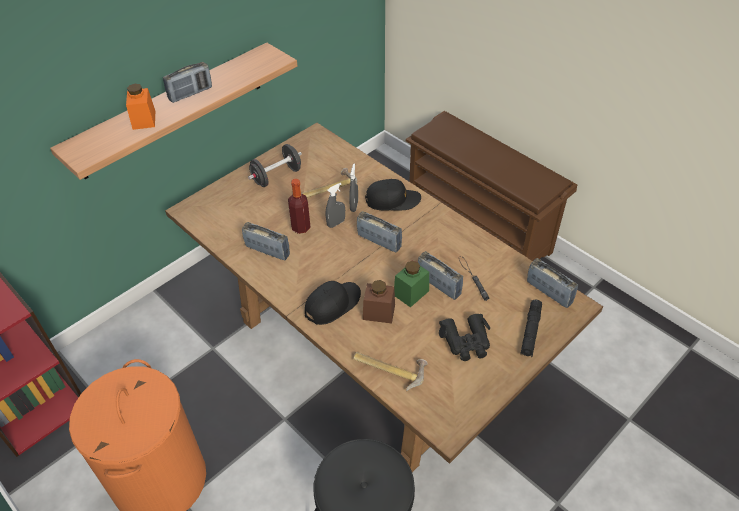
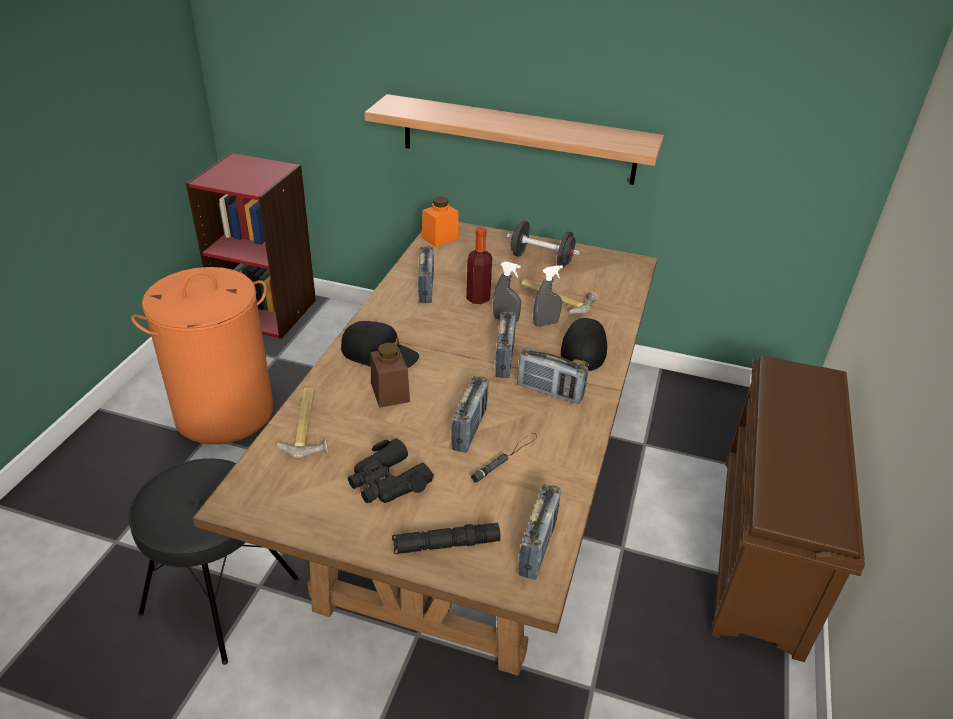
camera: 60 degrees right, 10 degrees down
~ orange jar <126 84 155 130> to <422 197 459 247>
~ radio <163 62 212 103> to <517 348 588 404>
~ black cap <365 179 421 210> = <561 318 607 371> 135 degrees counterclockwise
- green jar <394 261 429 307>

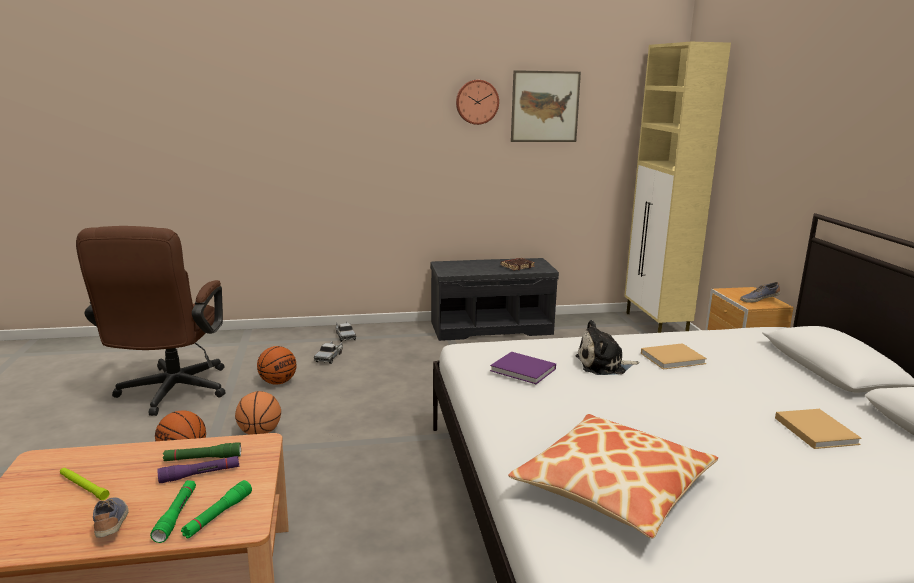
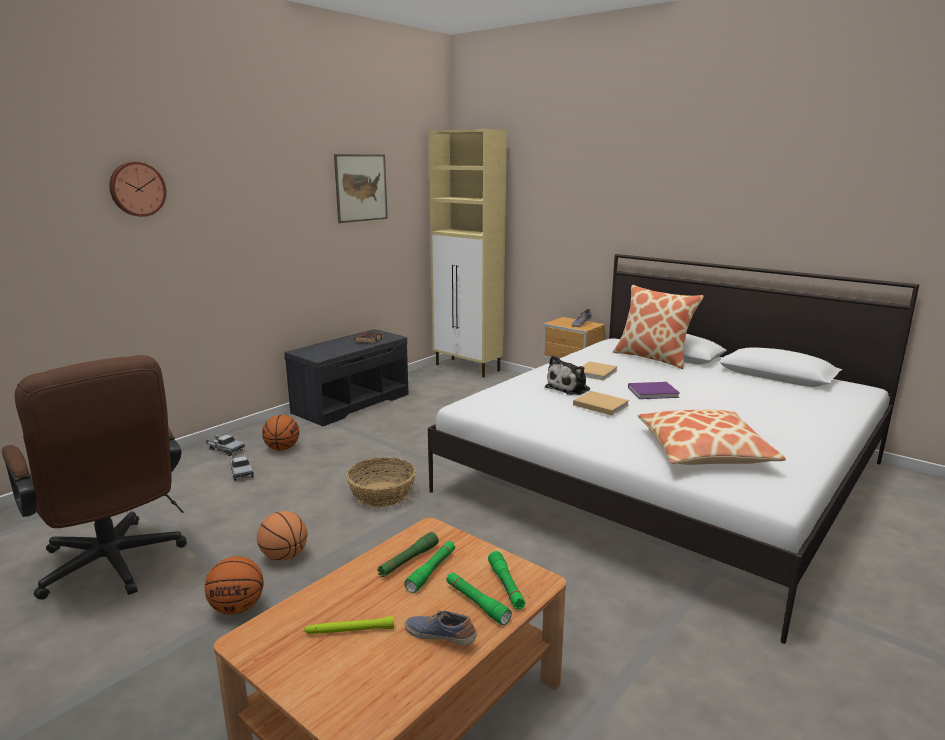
camera: 40 degrees left, 0 degrees up
~ purple flashlight <157 456 239 483> to green flashlight <404 541 455 593>
~ basketball <257 346 297 385> to <262 415 299 451>
~ wall clock <456 80 499 125> to <109 162 166 217>
~ purple book <490 352 556 384> to <628 382 680 399>
~ beige book <775 409 862 449> to <573 391 629 415>
+ basket <346 457 416 507>
+ pillow <613 285 704 369>

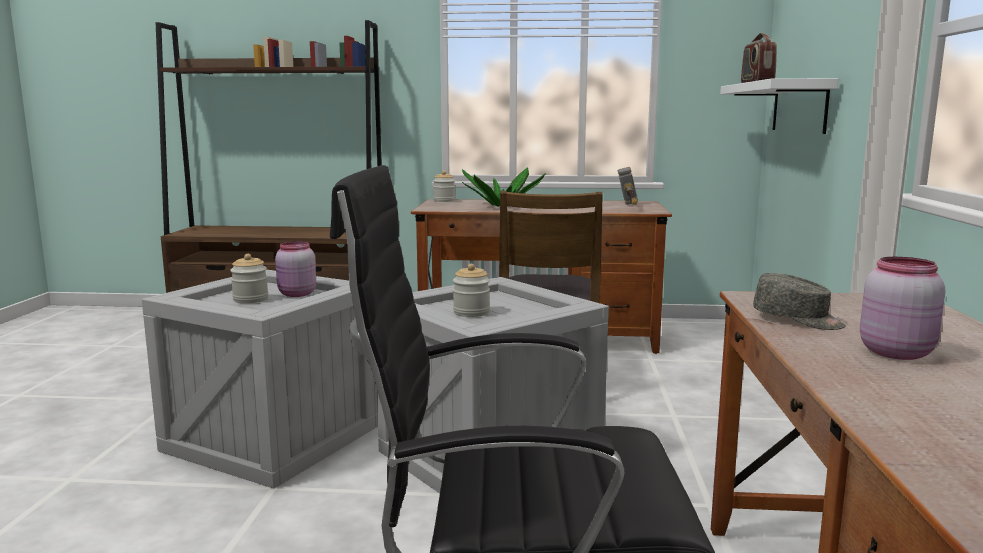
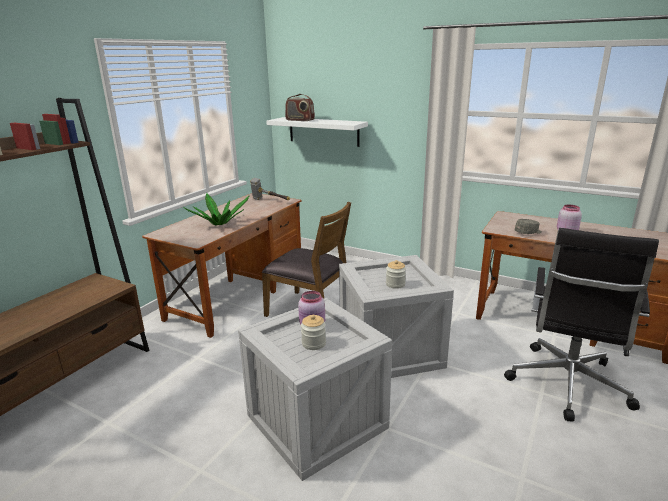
camera: 65 degrees left, 10 degrees up
- jar <433 171 455 202>

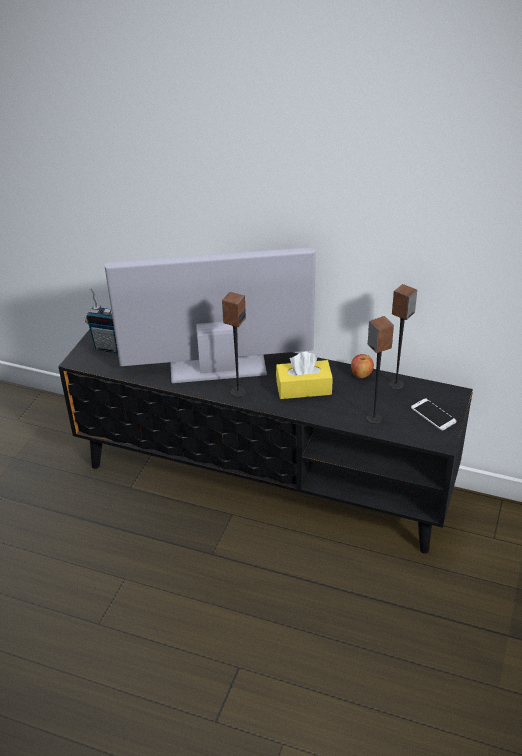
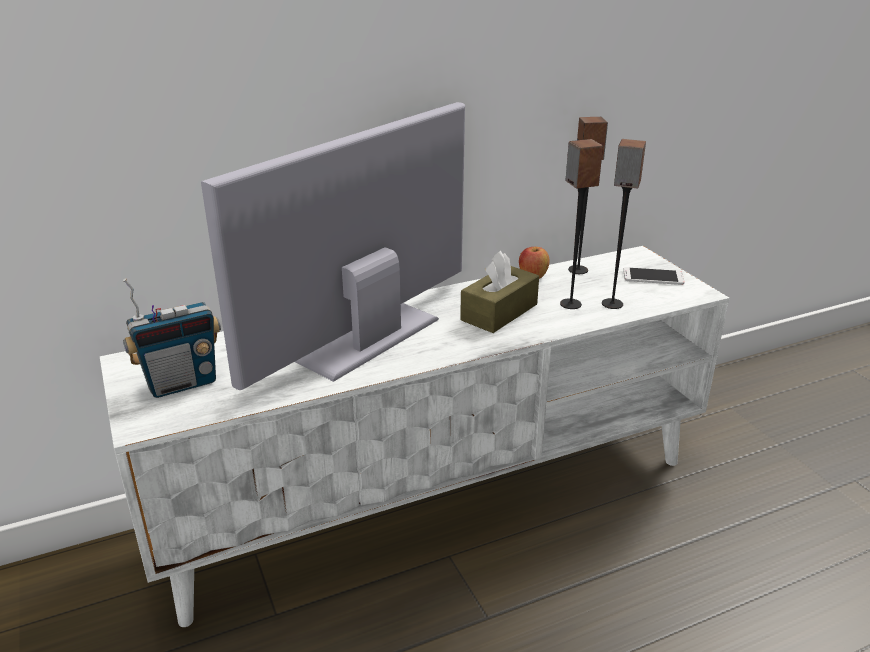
camera: 45 degrees left, 10 degrees down
~ black tv stand <58 329 473 554> to white tv stand <99 246 729 627>
~ speaker <222 292 246 397> to <560 139 603 309>
~ yellow tissue box <276 351 333 399> to brown tissue box <460 251 539 333>

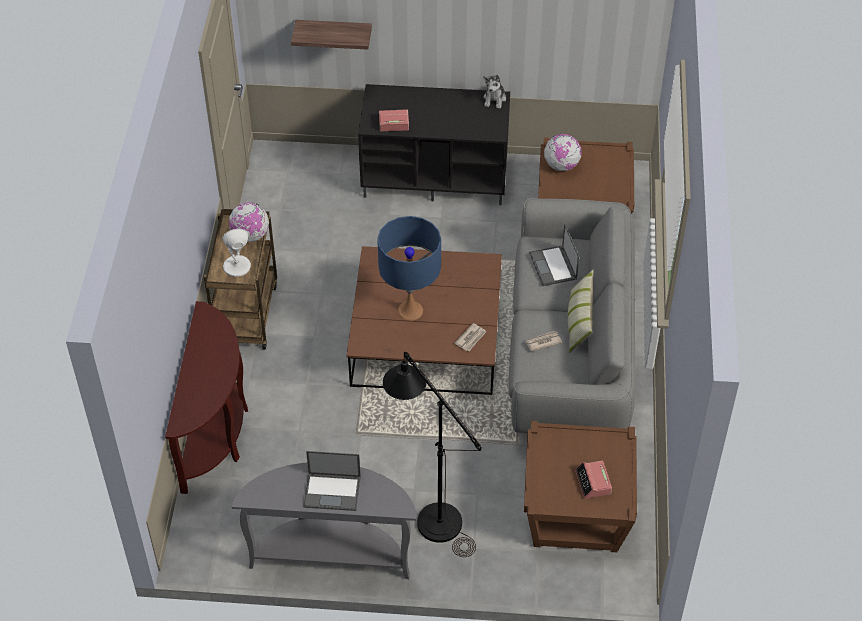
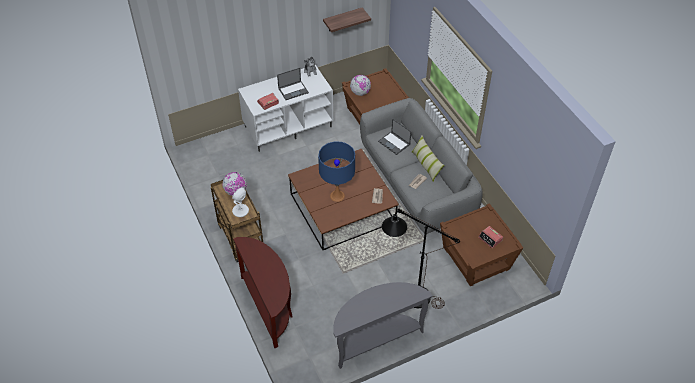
camera: 30 degrees left, 0 degrees up
~ shelf <291 20 372 50> to <323 7 371 32>
~ laptop <303 451 361 511> to <277 68 309 100>
~ black tv stand <358 84 510 205> to white tv stand <238 65 333 152>

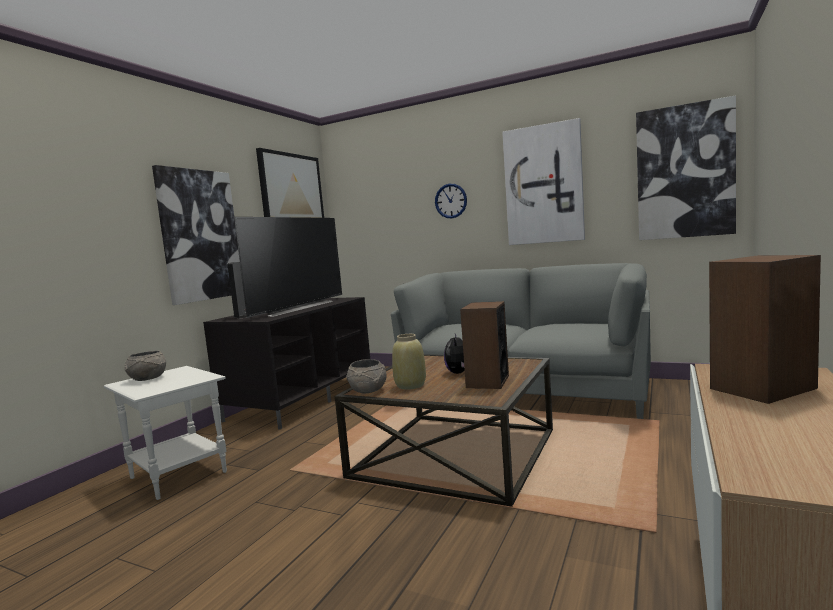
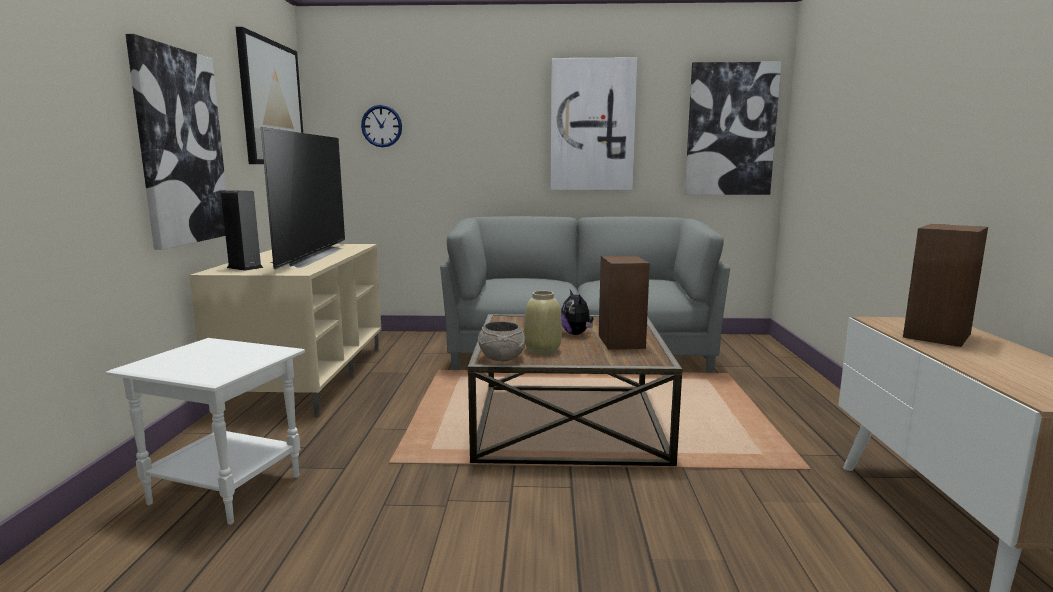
camera: 25 degrees left, 5 degrees up
- grey bowl <124 351 166 381>
~ black tv stand <203 297 370 429> to beige tv stand <189 244 381 417>
~ wall clock <435 184 467 218> to <361 105 402 147>

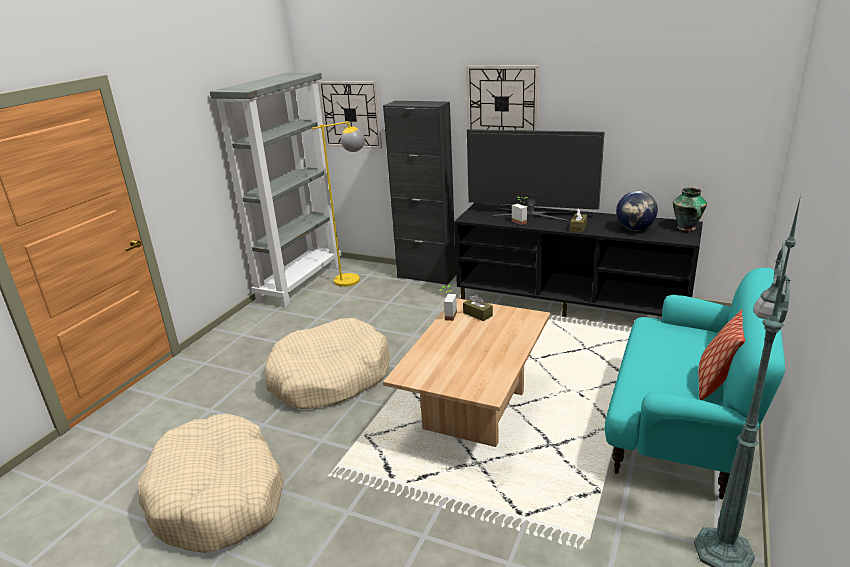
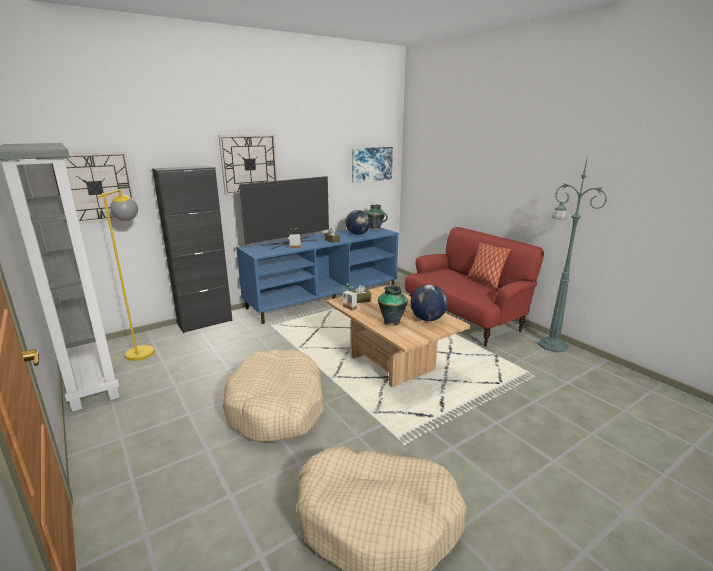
camera: 60 degrees left, 5 degrees down
~ black tv stand <454 203 703 317> to blue tv stand <236 227 399 324>
~ turquoise sofa <604 268 785 499> to red sofa <404 227 544 347>
+ picture <352 147 393 183>
+ vase <378 285 408 326>
+ globe <410 284 448 321>

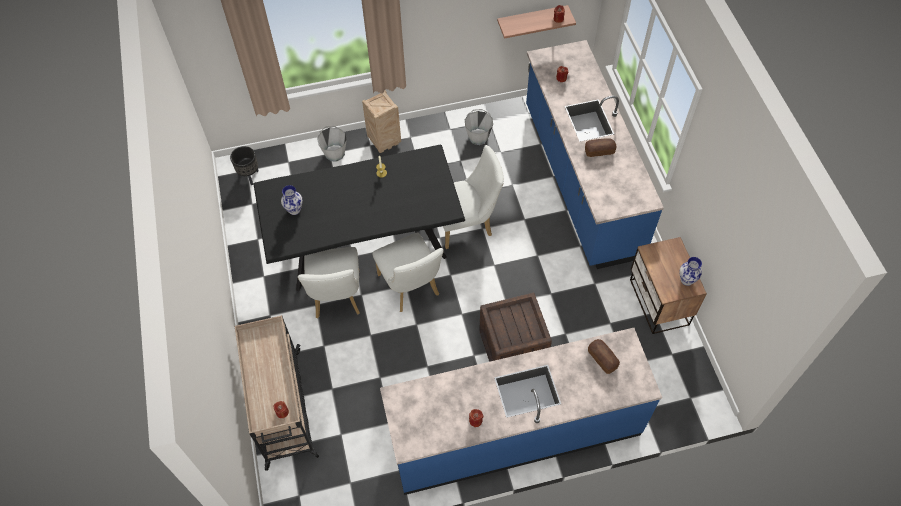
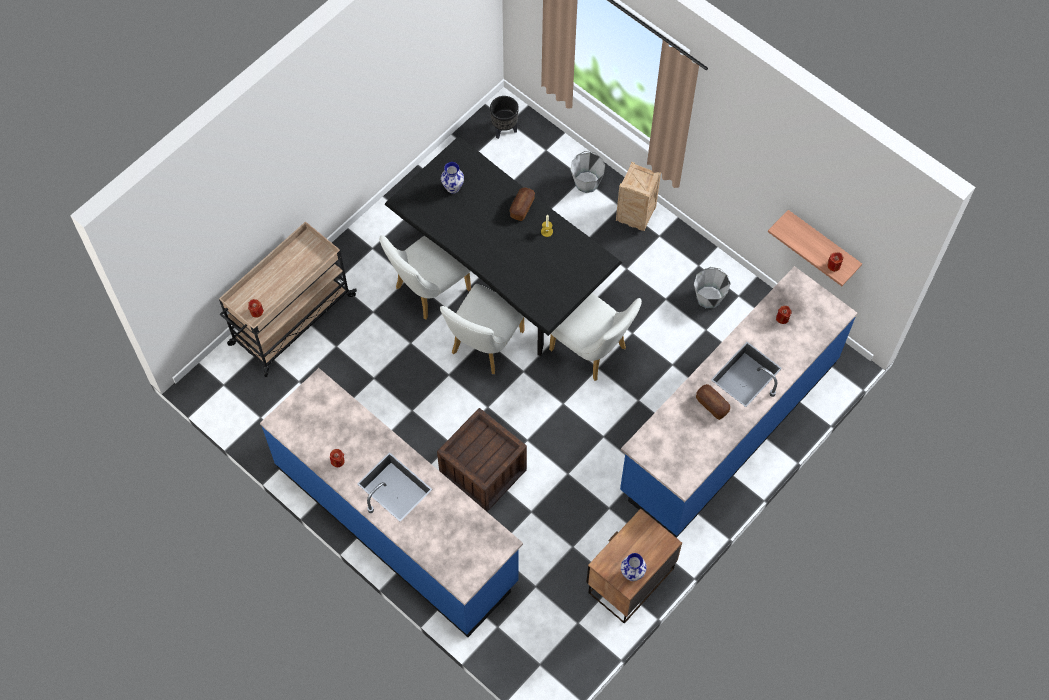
camera: 55 degrees right, 5 degrees up
~ bread <588 339 620 374> to <510 188 535 221>

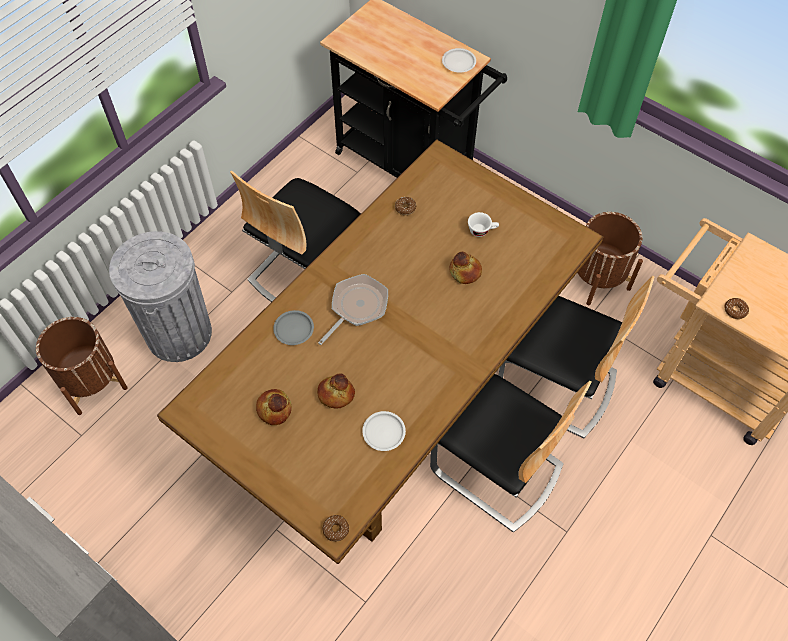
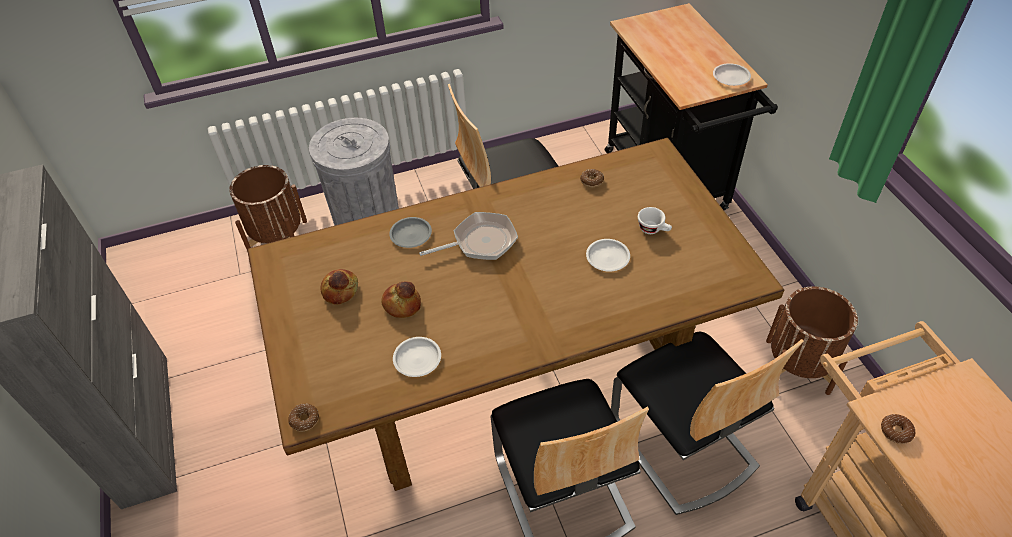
camera: 35 degrees right, 10 degrees down
~ bread <449 252 482 284> to white plate <586 239 630 272>

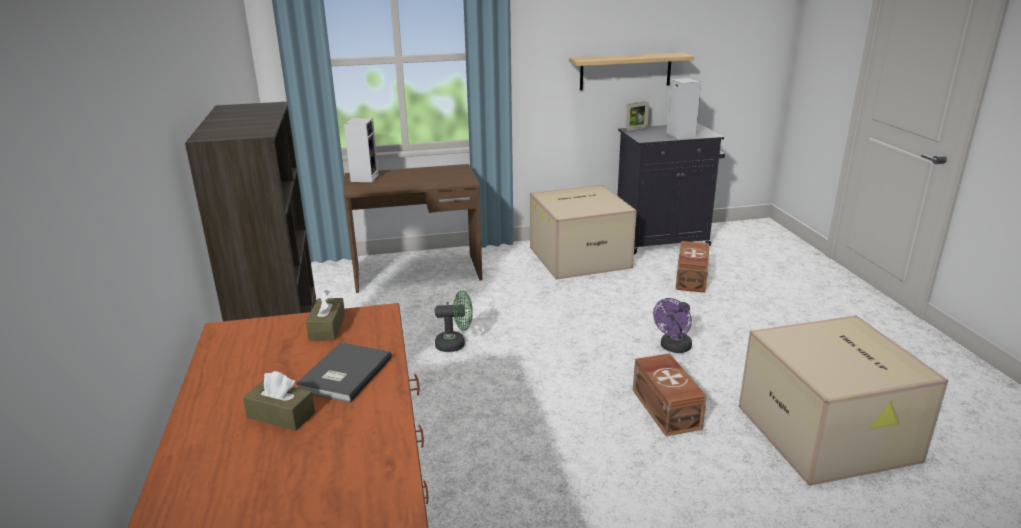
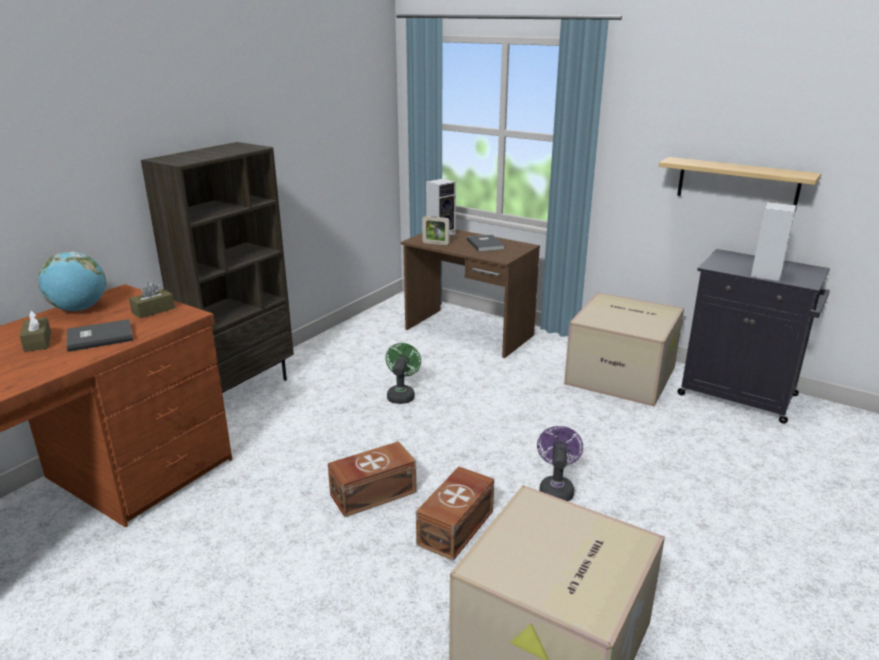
camera: 45 degrees right, 0 degrees up
~ green fan <435 291 473 352> = <385 343 421 404> 120 degrees counterclockwise
~ picture frame <625 101 649 131> to <422 216 450 245>
~ purple fan <653 298 692 353> = <537 426 583 501> 105 degrees clockwise
~ brown storage box <675 241 710 293> to <328 441 416 517>
+ globe <38 252 106 311>
+ grey book <467 235 505 252>

